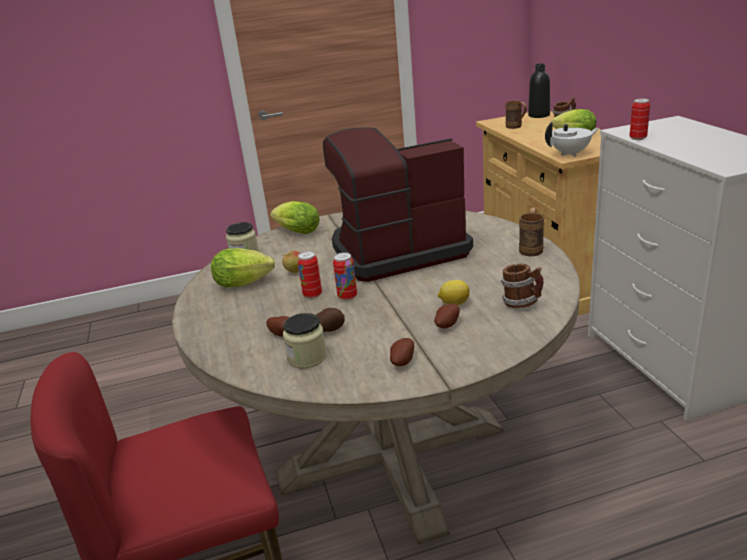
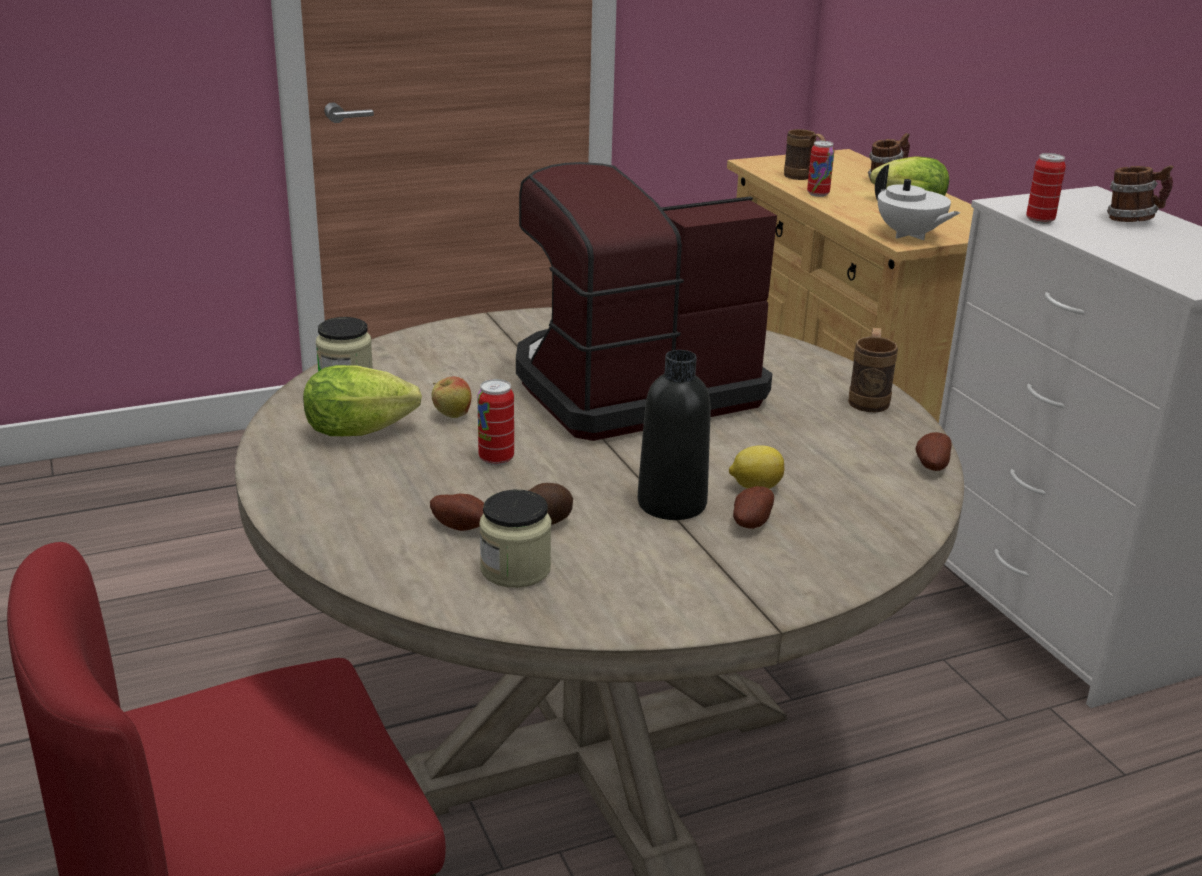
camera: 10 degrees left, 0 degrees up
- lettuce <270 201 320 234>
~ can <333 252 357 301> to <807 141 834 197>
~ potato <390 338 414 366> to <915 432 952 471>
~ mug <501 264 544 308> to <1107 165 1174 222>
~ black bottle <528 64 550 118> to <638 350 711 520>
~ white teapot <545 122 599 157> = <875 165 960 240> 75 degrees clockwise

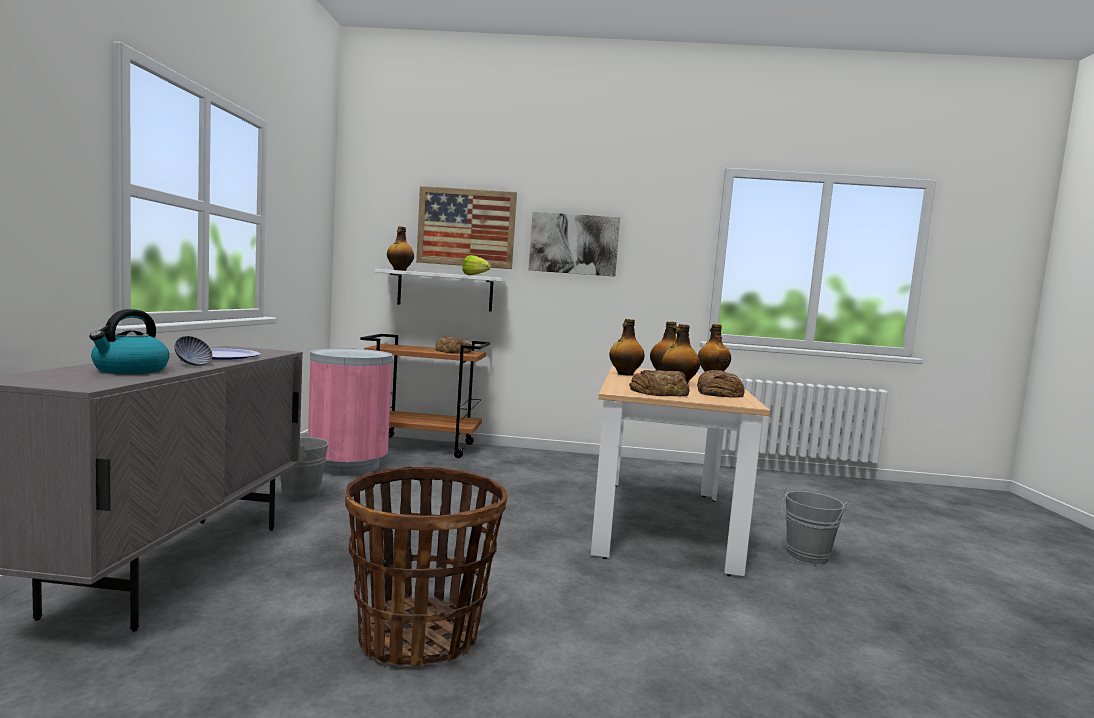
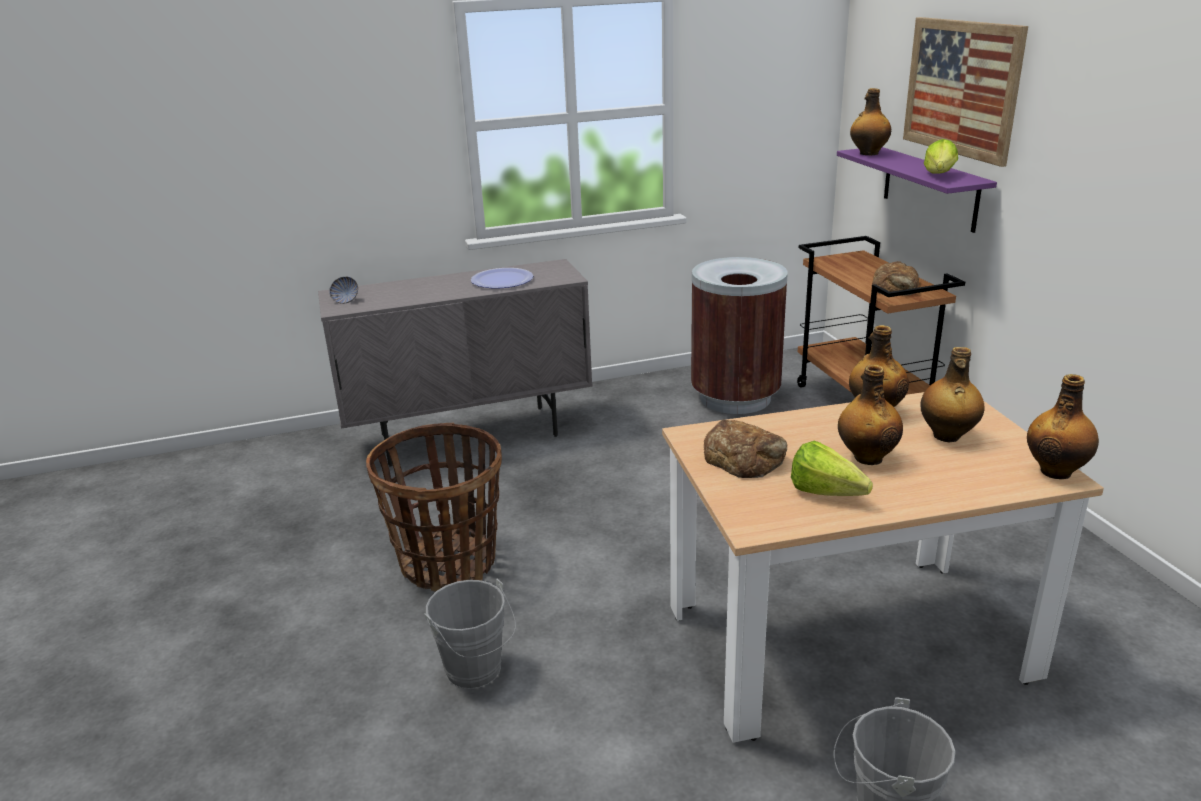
camera: 70 degrees right, 20 degrees up
- kettle <89 309 170 374>
~ bowl <174 336 213 366> to <329 276 358 304>
~ grey bucket <280 432 337 501> to <424 579 516 689>
~ pink trash can <308 348 392 475> to brown trash can <691 257 788 414>
~ white shelf <375 269 506 312> to purple shelf <837 147 997 233>
- picture <529 212 620 277>
~ bread <697 370 745 398> to lettuce <791 441 873 496>

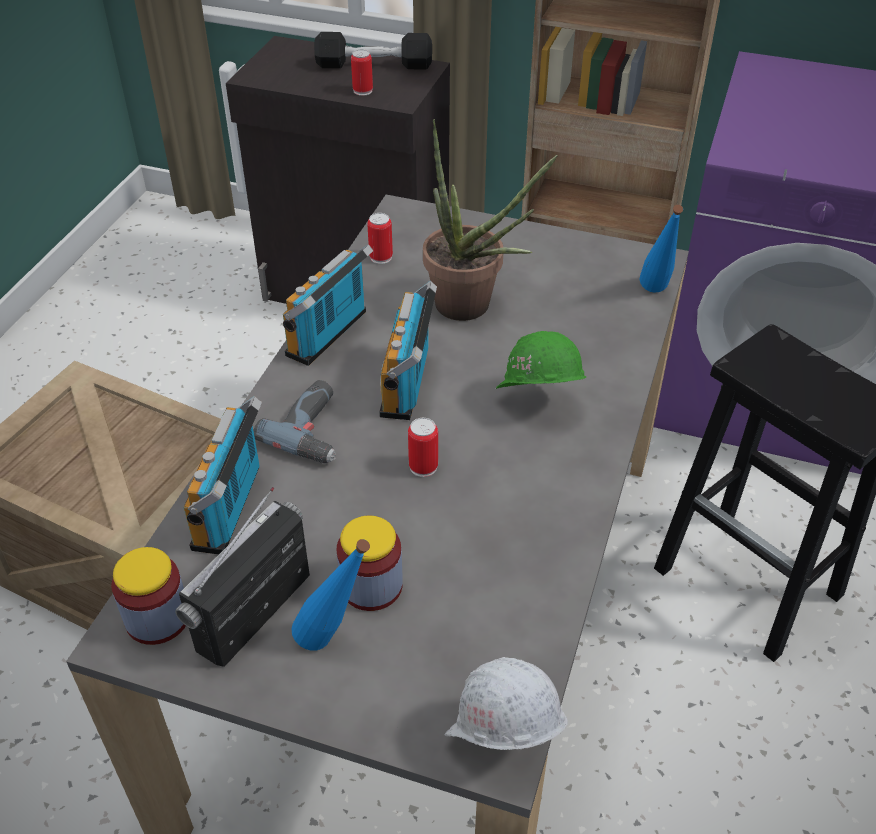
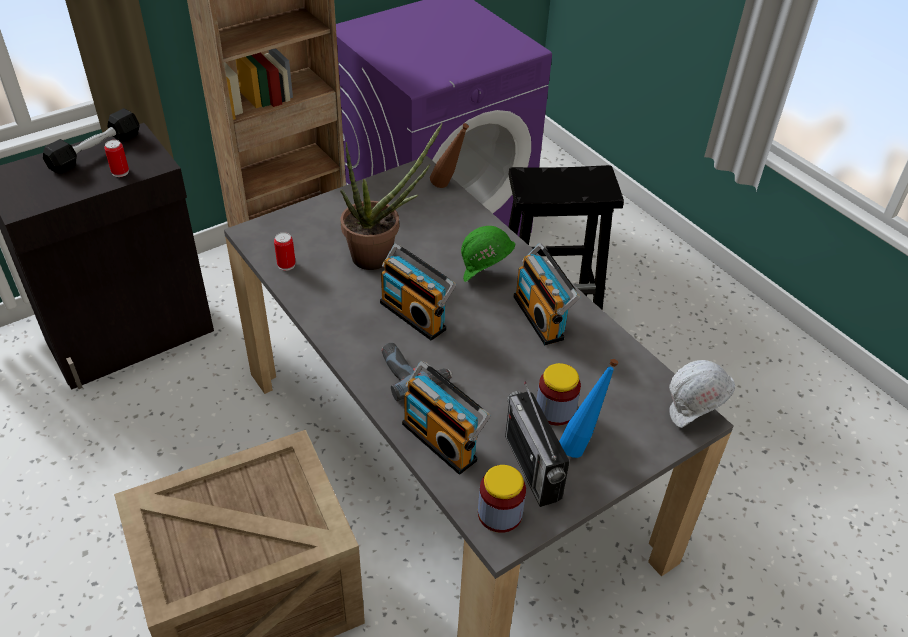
camera: 55 degrees left, 0 degrees up
~ radio <283 244 374 366> to <513 243 580 345>
- can <408 418 438 477>
~ blue bottle <640 205 683 293> to brown bottle <430 123 469 188>

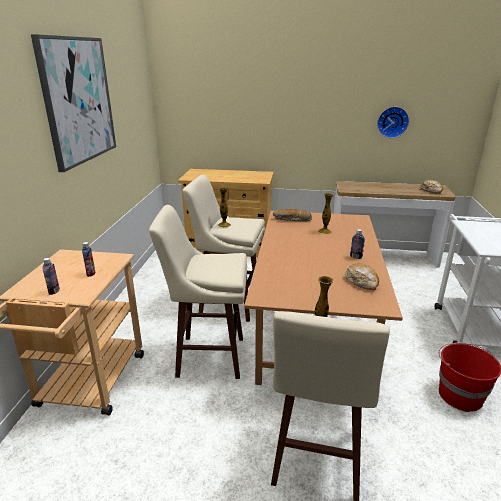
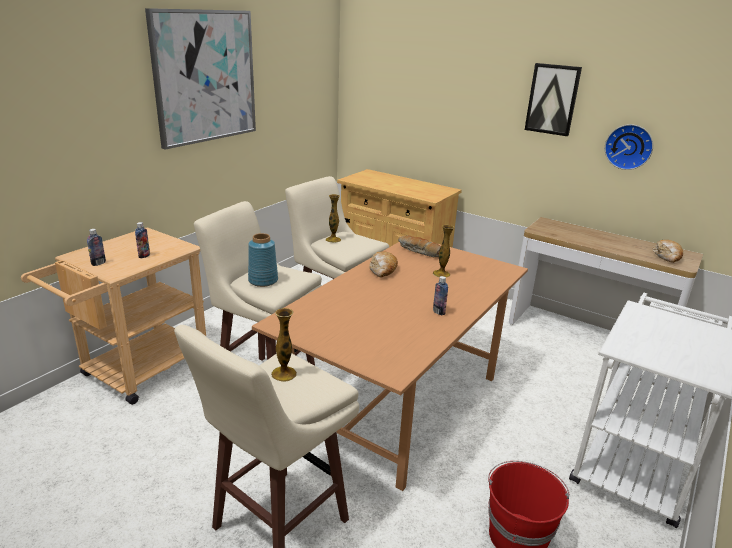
camera: 25 degrees right, 0 degrees up
~ bread <345 263 379 290> to <370 251 398 277>
+ blue vase <248 233 278 287>
+ picture <525 63 582 136>

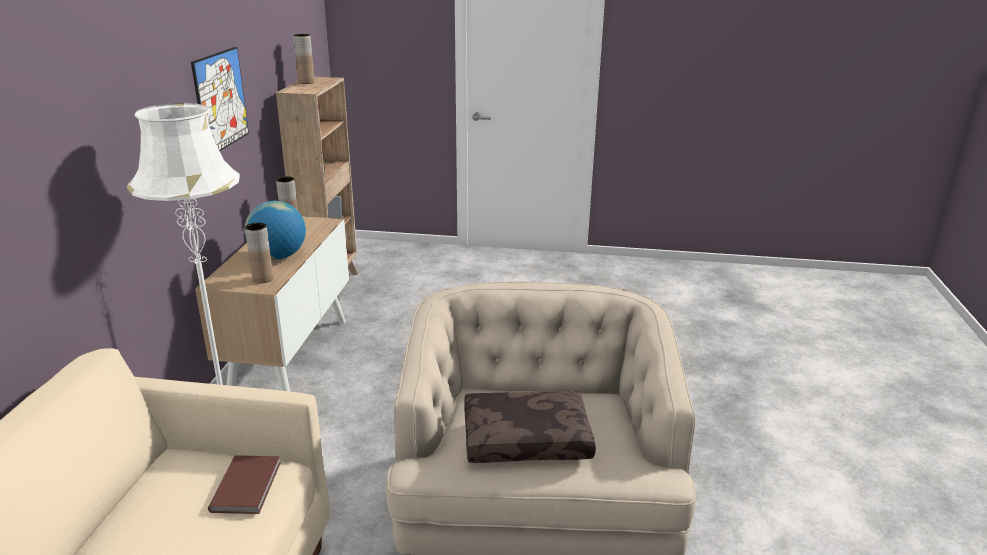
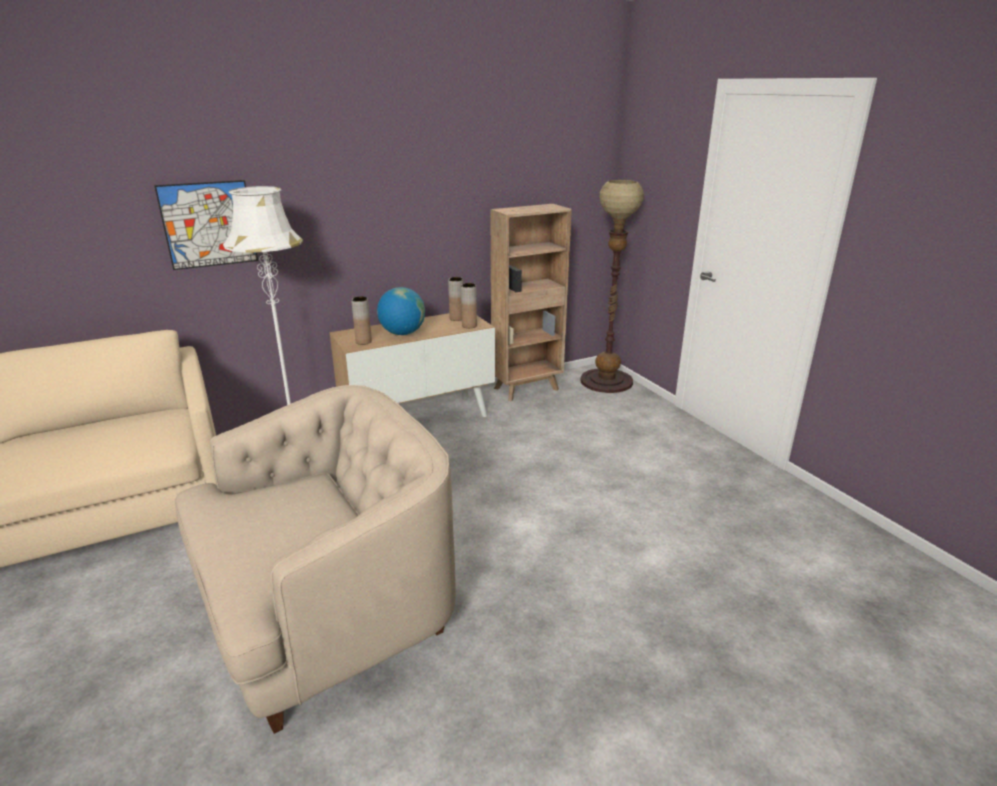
camera: 55 degrees right, 0 degrees up
~ picture <191 47 249 151> to <154 180 258 270>
- brown book <208 455 280 514>
~ brown vase <293 34 315 84> to <461 283 477 328>
- brown pillow <464 390 596 463>
+ floor lamp <580 180 644 393>

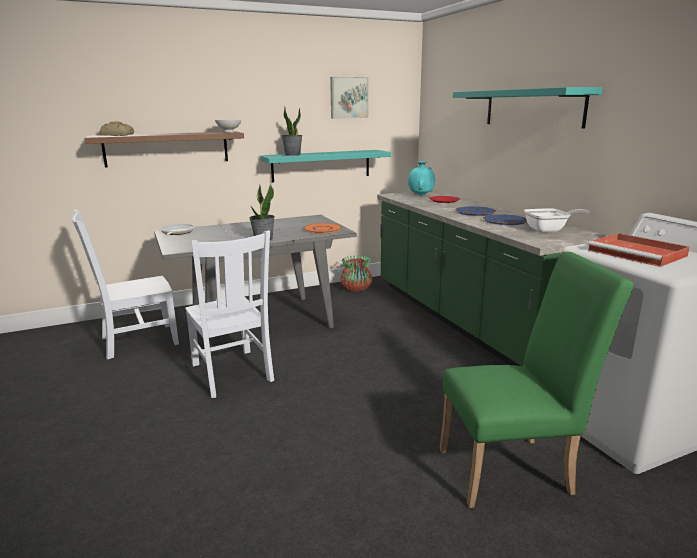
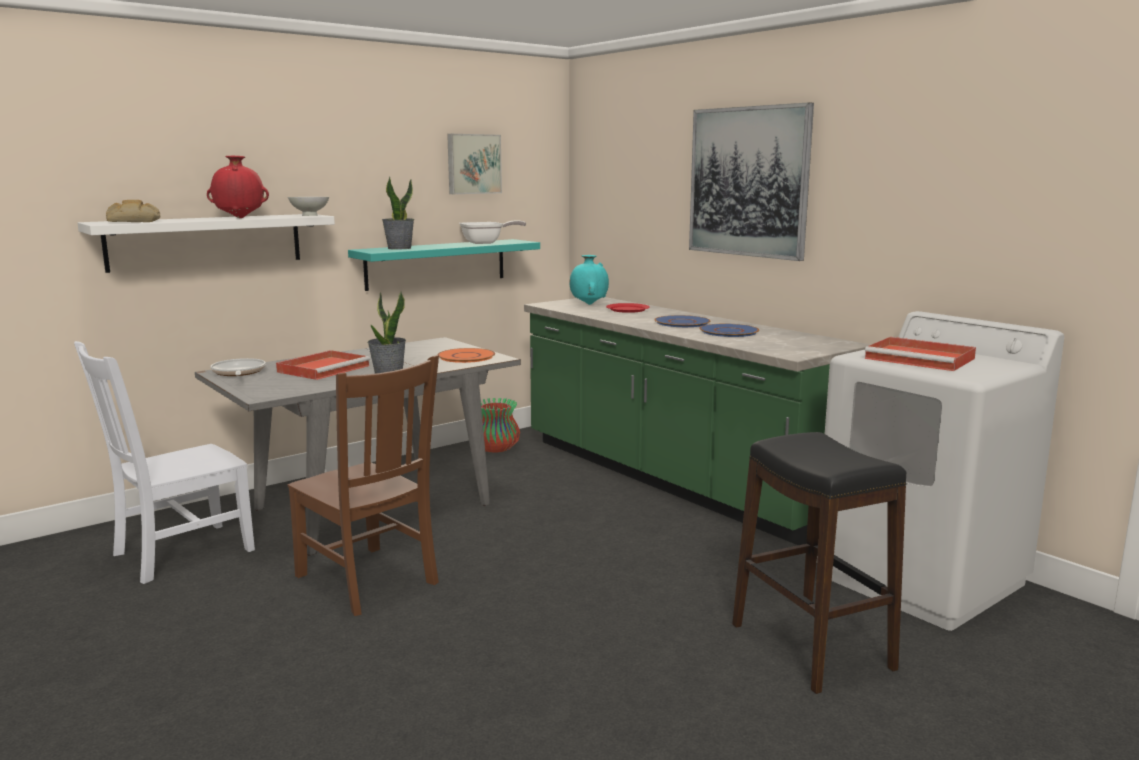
camera: 15 degrees left, 5 degrees down
~ brown shelf <85 131 244 167> to white shelf <78 214 335 273>
~ white chair <185 230 274 398> to brown chair <288 355 439 616>
~ green chair <440 252 634 508> to black stool <732 432 907 694>
~ turquoise shelf <453 87 602 129> to picture <689 102 814 261>
~ frying pan <524 208 589 233> to <459 220 526 244>
+ red vase <207 156 269 218>
+ red tray <276 350 370 380>

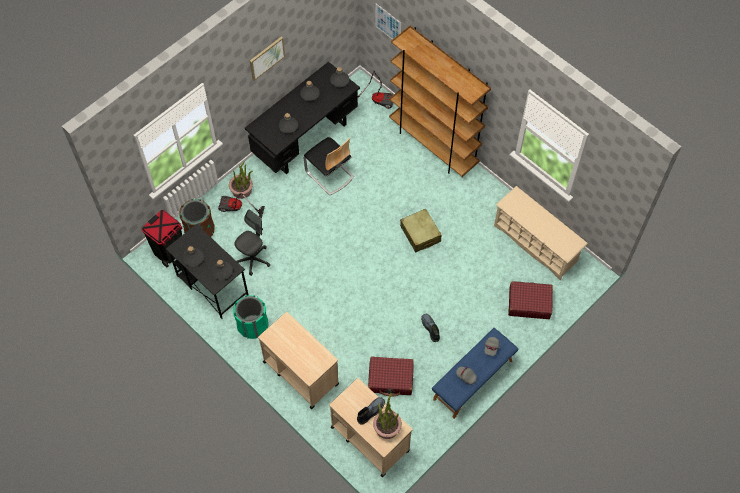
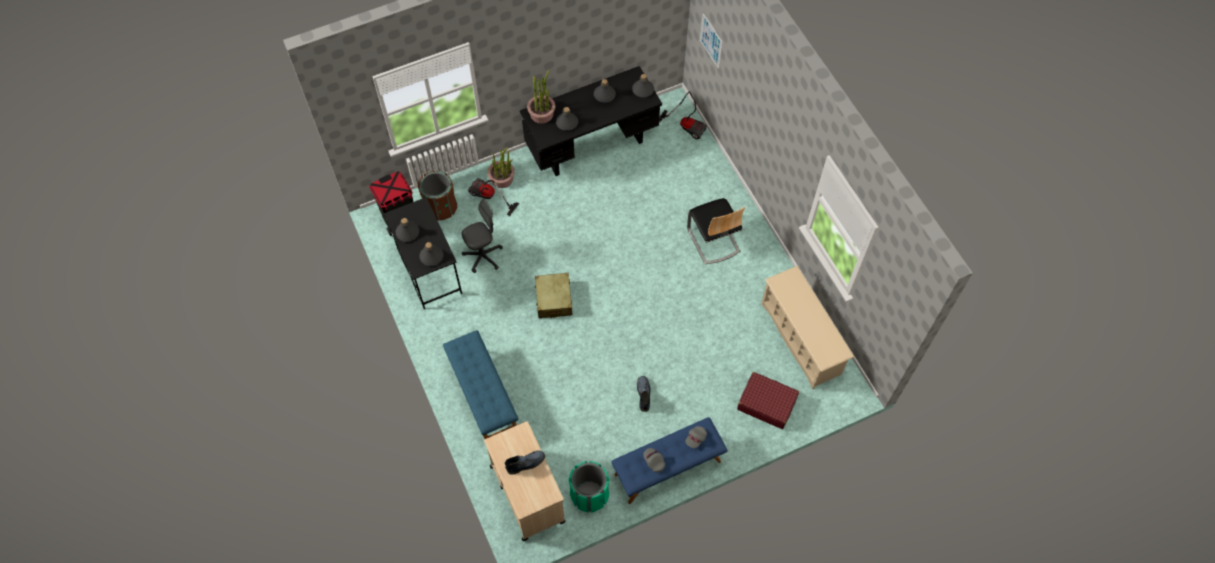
camera: 20 degrees right, 0 degrees up
~ green trash can <233 295 268 339> to <569 461 609 513>
- picture <250 36 285 81>
~ beige cart <258 312 339 409> to blue bench <443 330 518 439>
~ chair <303 137 354 195> to <687 198 745 264>
- red suitcase <368 357 414 397>
~ potted plant <373 393 402 439> to <527 70 555 124>
- brown bookcase <389 26 491 177>
~ beige suitcase <400 209 442 253> to <534 273 572 318>

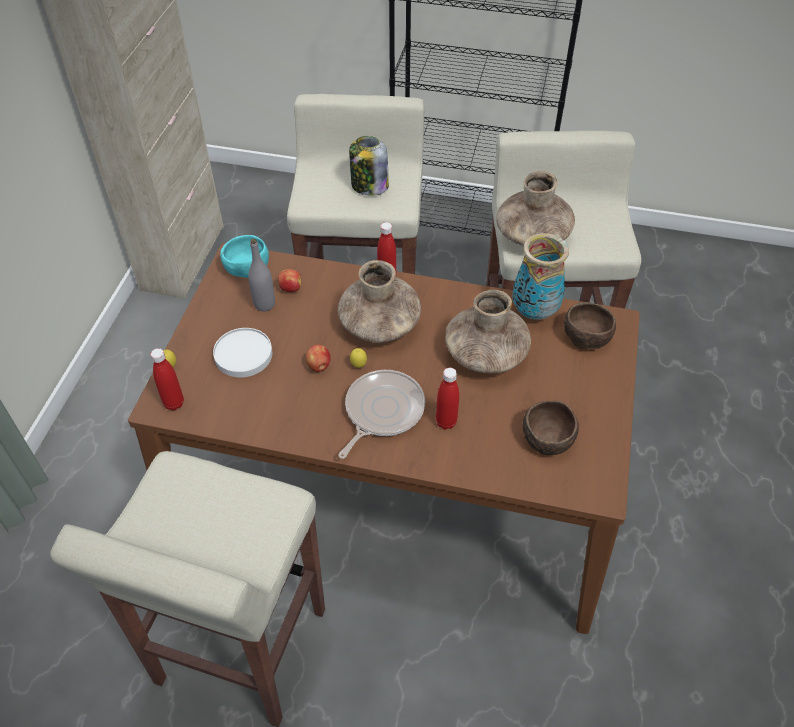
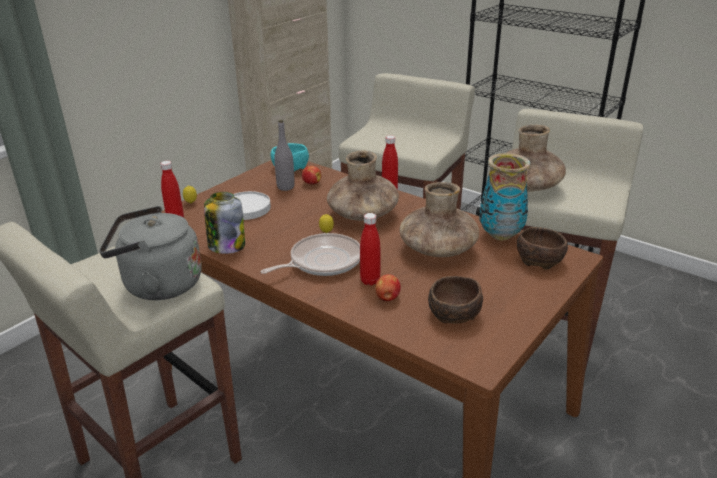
camera: 25 degrees right, 20 degrees down
~ apple <306 345 331 372> to <375 274 401 301>
~ jar <349 136 389 196> to <204 192 245 254>
+ grey kettle <99 206 202 300>

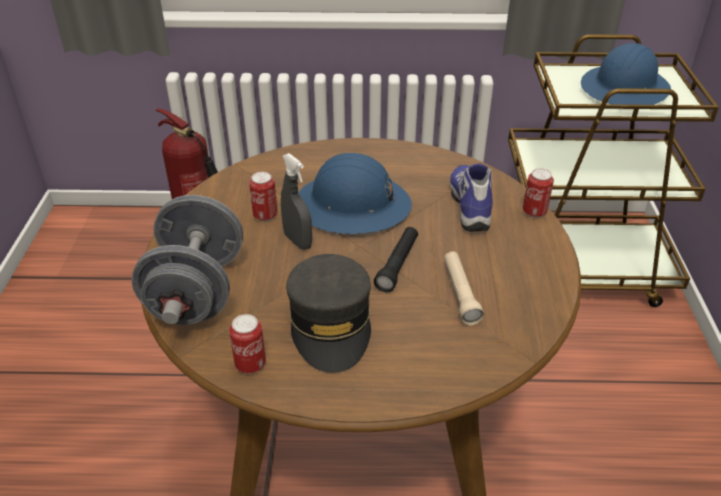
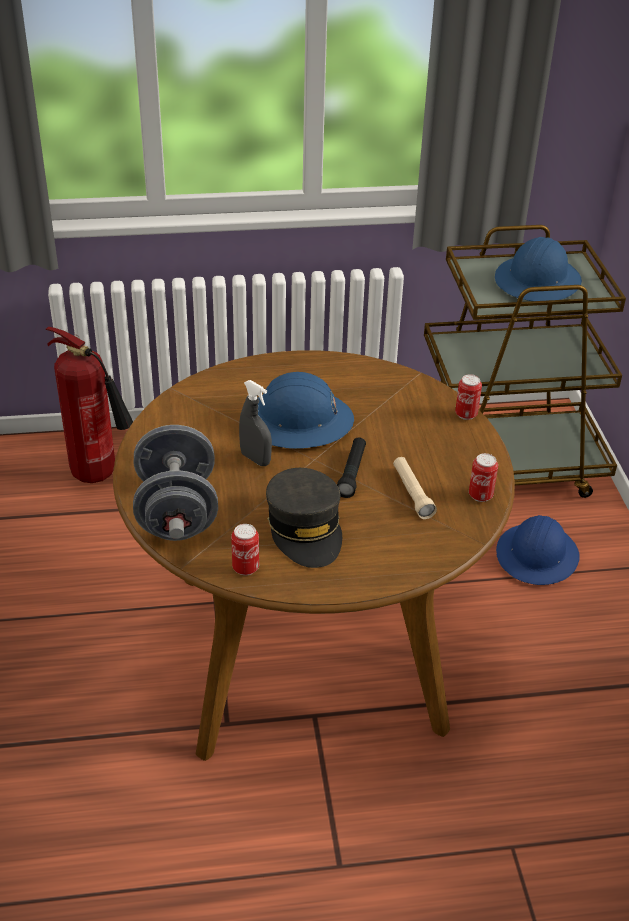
camera: 10 degrees left, 0 degrees up
~ can <249 172 277 221> to <469 453 498 502>
- shoe <450 163 493 232>
+ blue hard hat <496 515 580 585>

